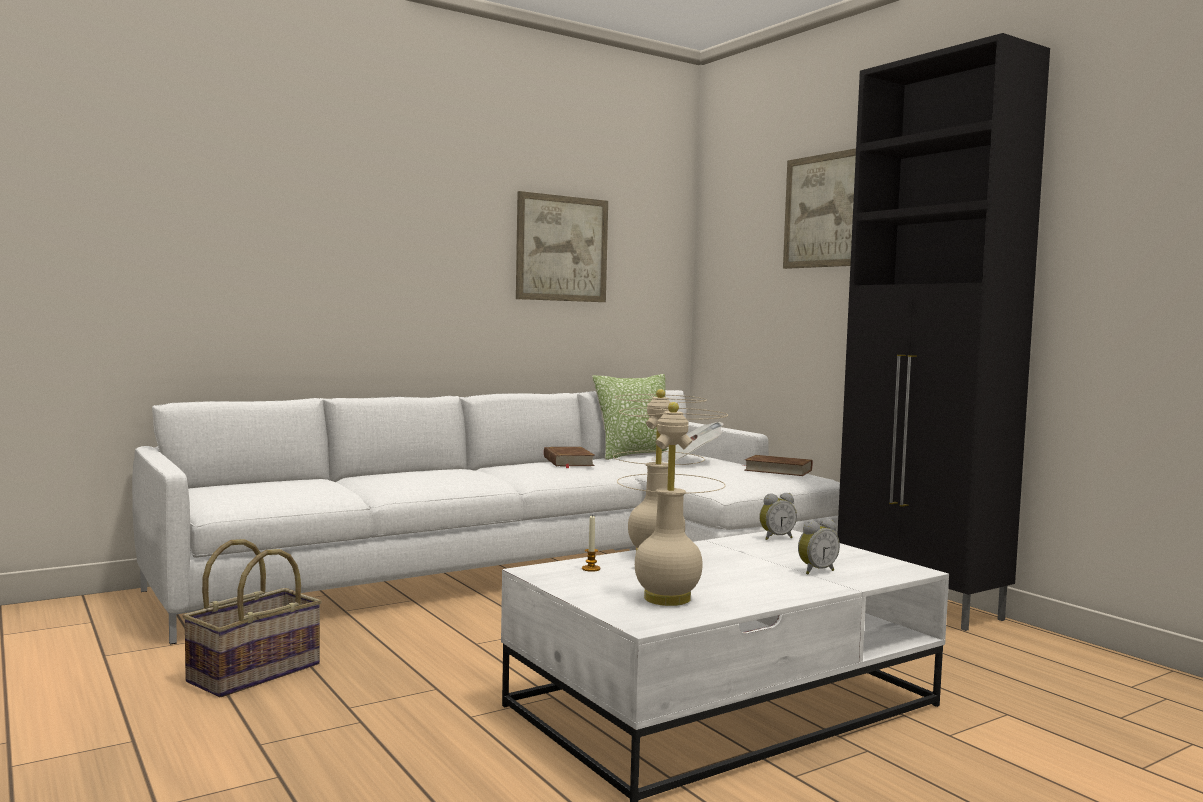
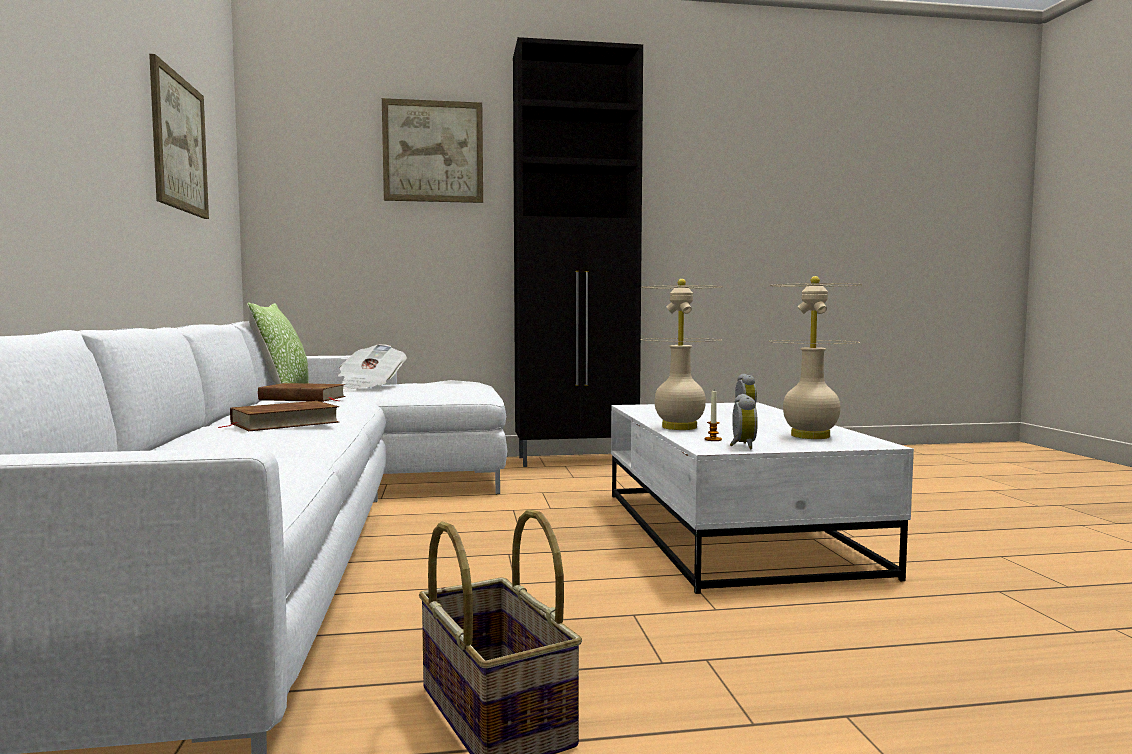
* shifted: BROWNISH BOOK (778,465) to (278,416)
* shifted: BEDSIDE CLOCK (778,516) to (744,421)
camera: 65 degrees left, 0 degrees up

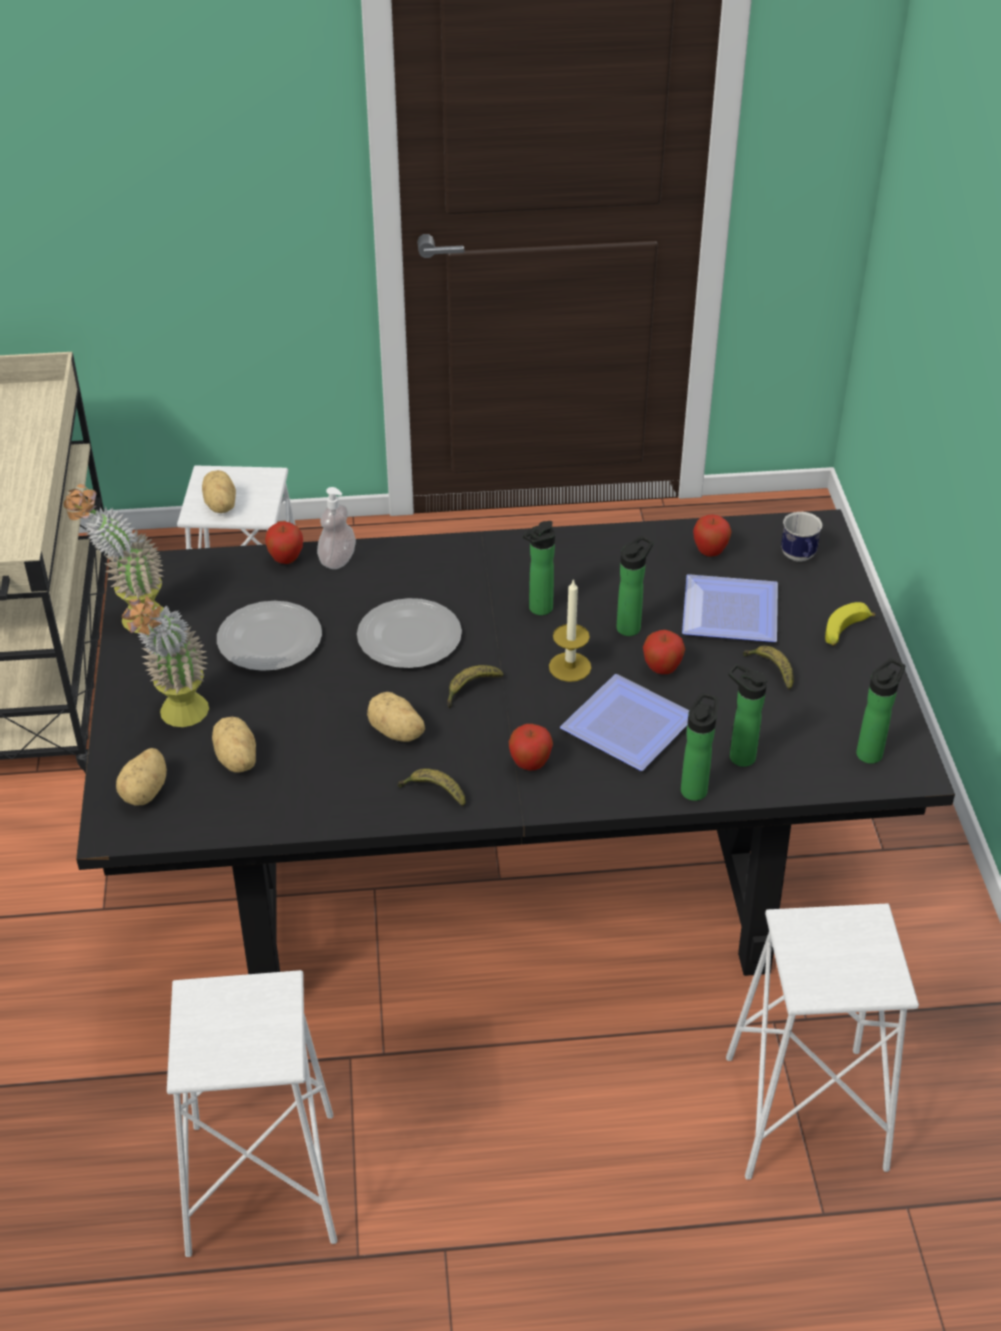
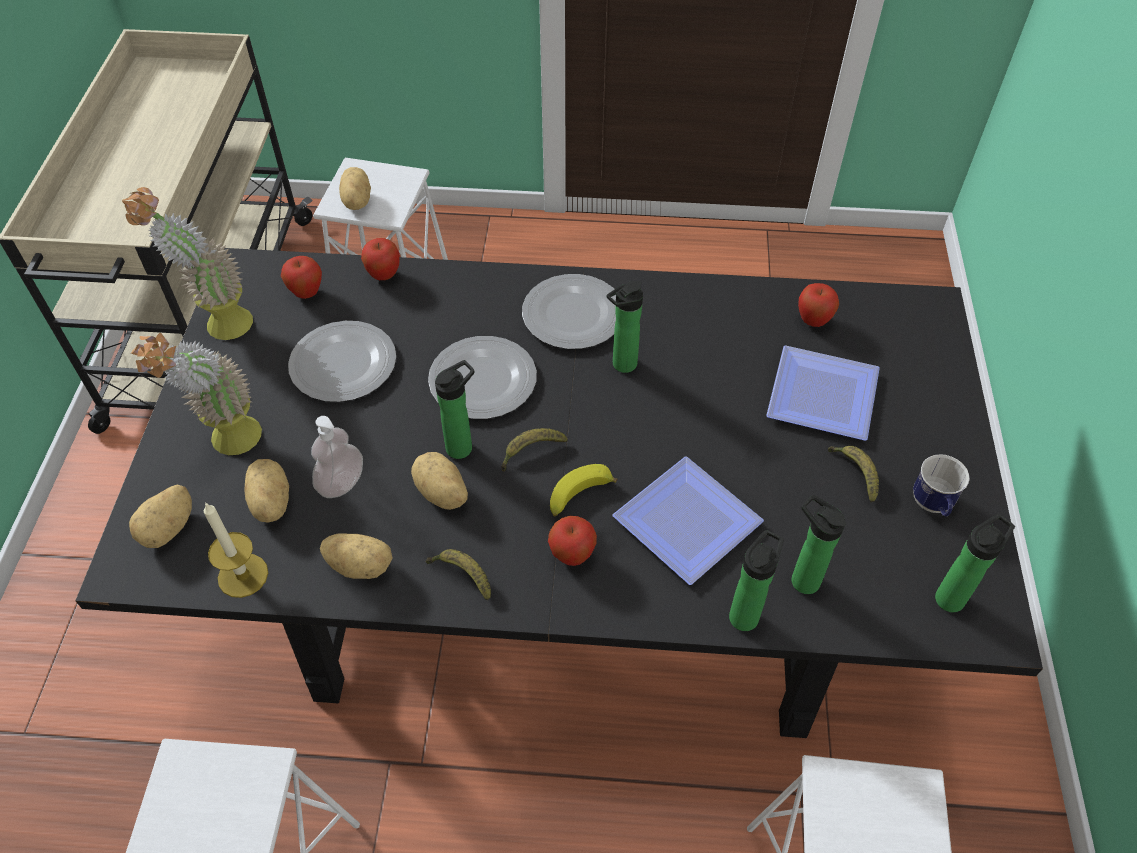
* shifted: CANDLE (570,630) to (235,550)
* shifted: WHOLE APPLE (664,652) to (301,277)
* shifted: LIQUID SOAP BOTTLE (336,528) to (337,457)
* new: SPUD (356,556)
* shifted: BEVERAGE BOTTLE (634,586) to (455,409)
* new: DINNER PLATE (569,311)
* shifted: WHOLE BANANA (850,624) to (583,490)
* shifted: MUG (801,537) to (941,485)
camera: 10 degrees right, 10 degrees up

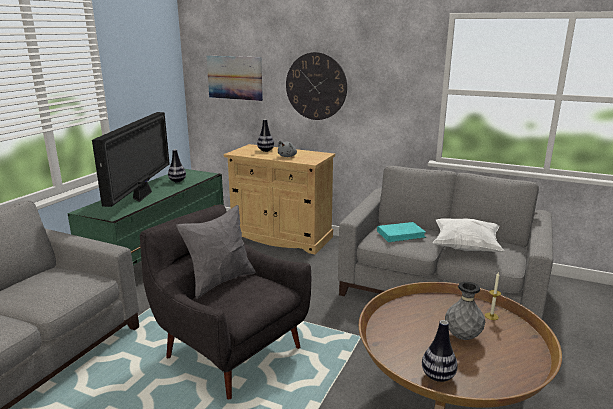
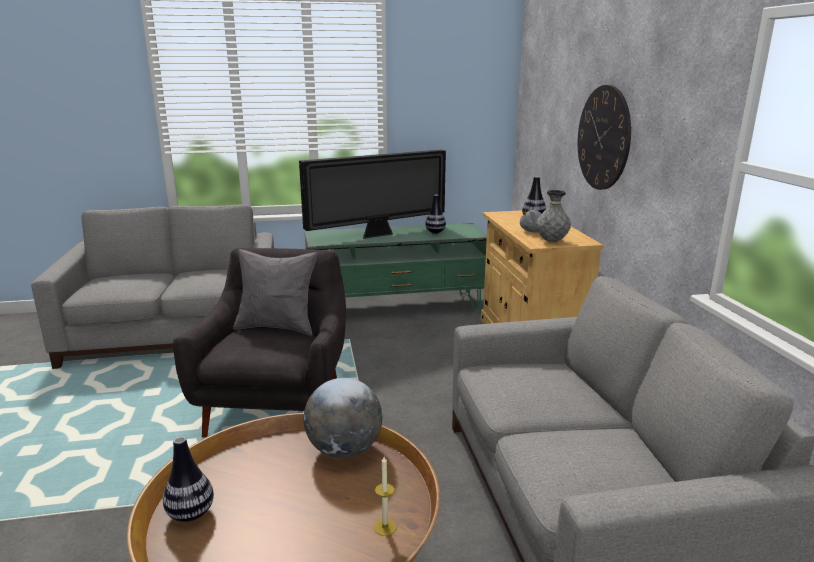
* new: GLOBE (343,418)
* shifted: GREY FLOWER VASE (465,311) to (553,216)
* gone: WALL PICTURE (235,78)
* gone: TURQUOISE BOOK (402,232)
* gone: WHITISH CUSHION (468,235)
camera: 55 degrees right, 0 degrees up

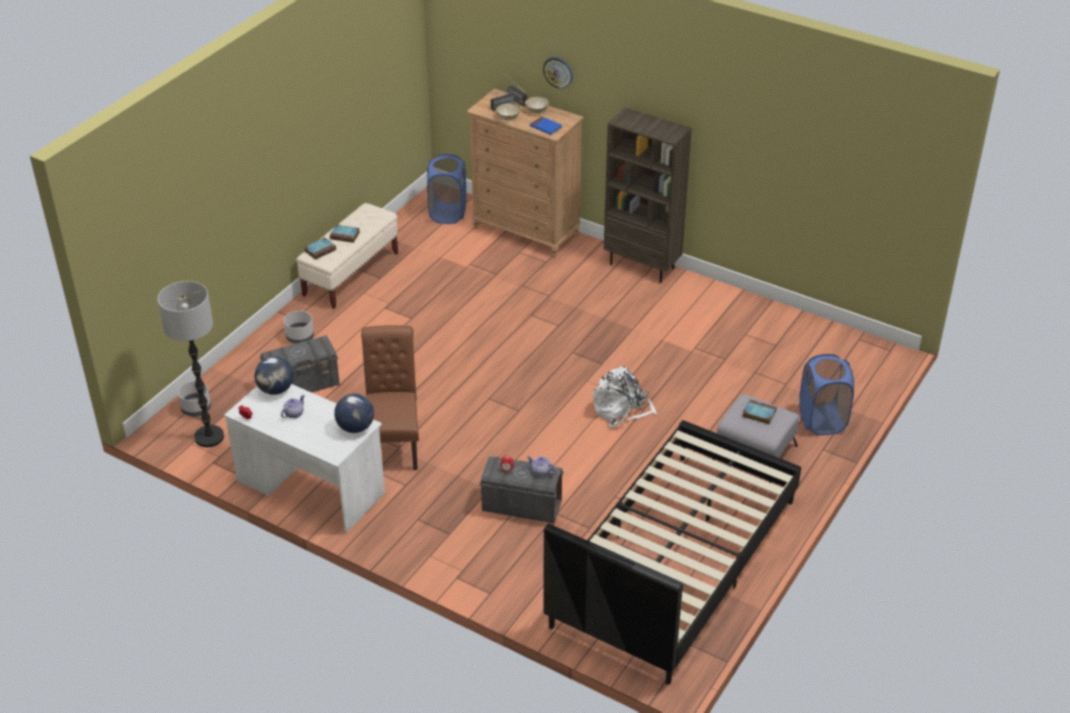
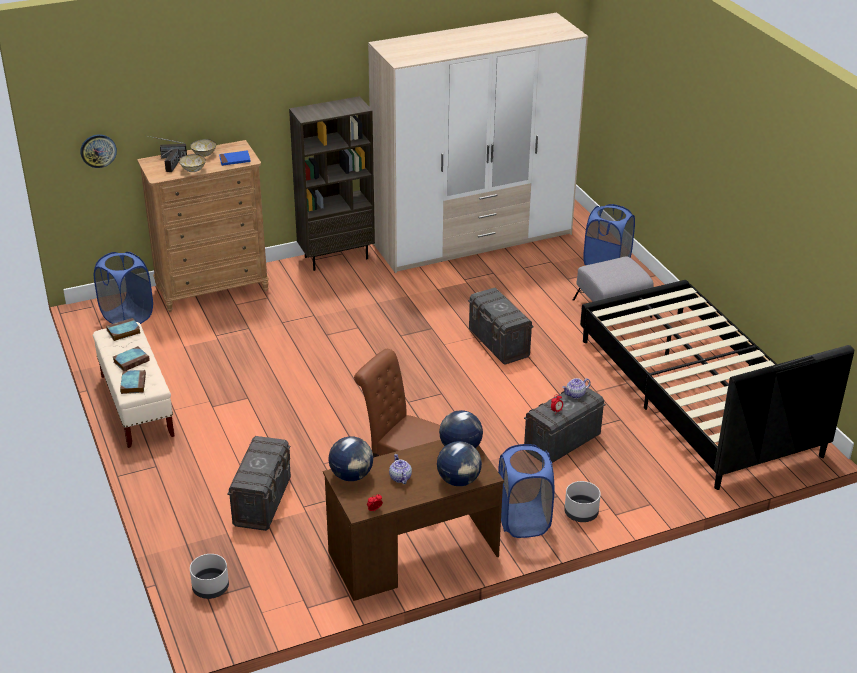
* shifted: CLOCK ON THE WALL (558,73) to (98,151)
* shifted: BOOK (759,412) to (123,329)
* repainted: WHITISH DESK TABLE (304,458) to BROWNISH DESK TABLE (413,520)
* new: WARDROBE (478,143)
* new: GLOBE (459,463)
* swapped: WHITISH KNAPSACK (625,396) to GREY STORAGE CONTAINER (501,326)
* new: BLUISH WASHING BASKET (526,491)
* shifted: GREY PLANT POT (299,327) to (582,501)
* gone: STANDARD LAMP (191,364)
camera: 55 degrees left, 5 degrees down

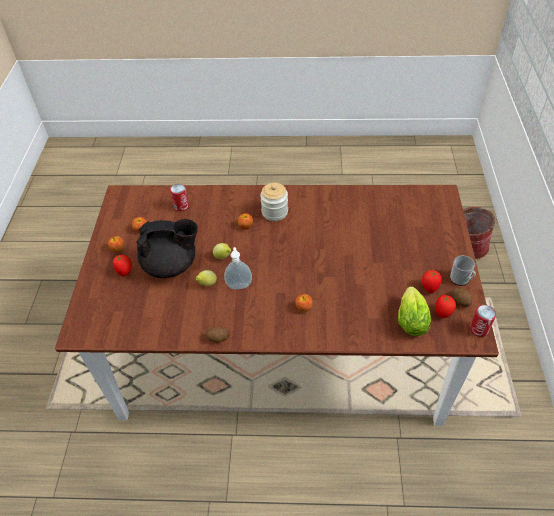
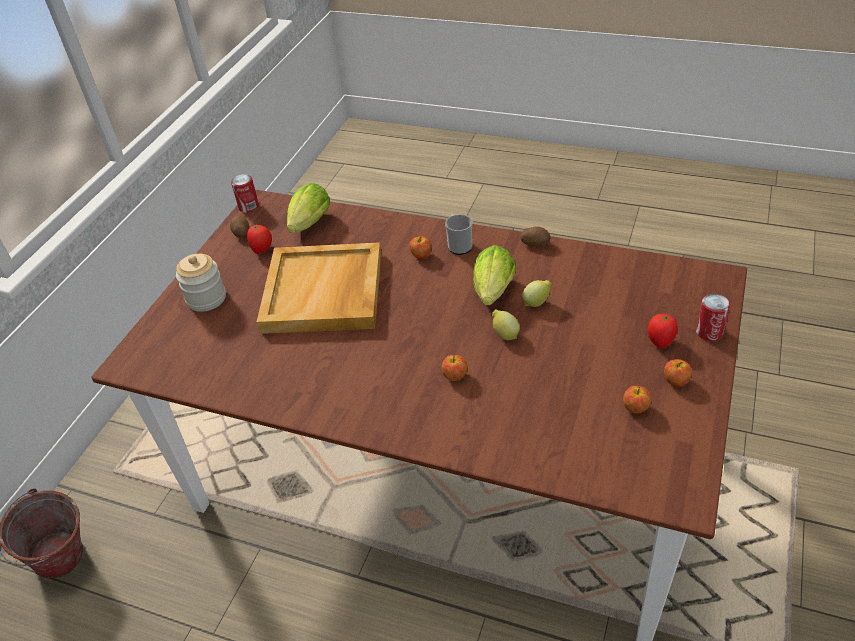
* shifted: PRESERVE JAR (274,202) to (201,283)
* new: SAND-COLOURED SERVING TRAY (319,288)
* shifted: MUG (463,270) to (458,234)
* swapped: LIQUID SOAP BOTTLE (238,268) to LETTUCE HEAD (494,275)
* shifted: CAN (179,198) to (713,317)
* gone: BLACK-COLOURED TEAPOT (167,248)
* gone: TOMATO (445,306)
camera: 160 degrees left, 5 degrees down

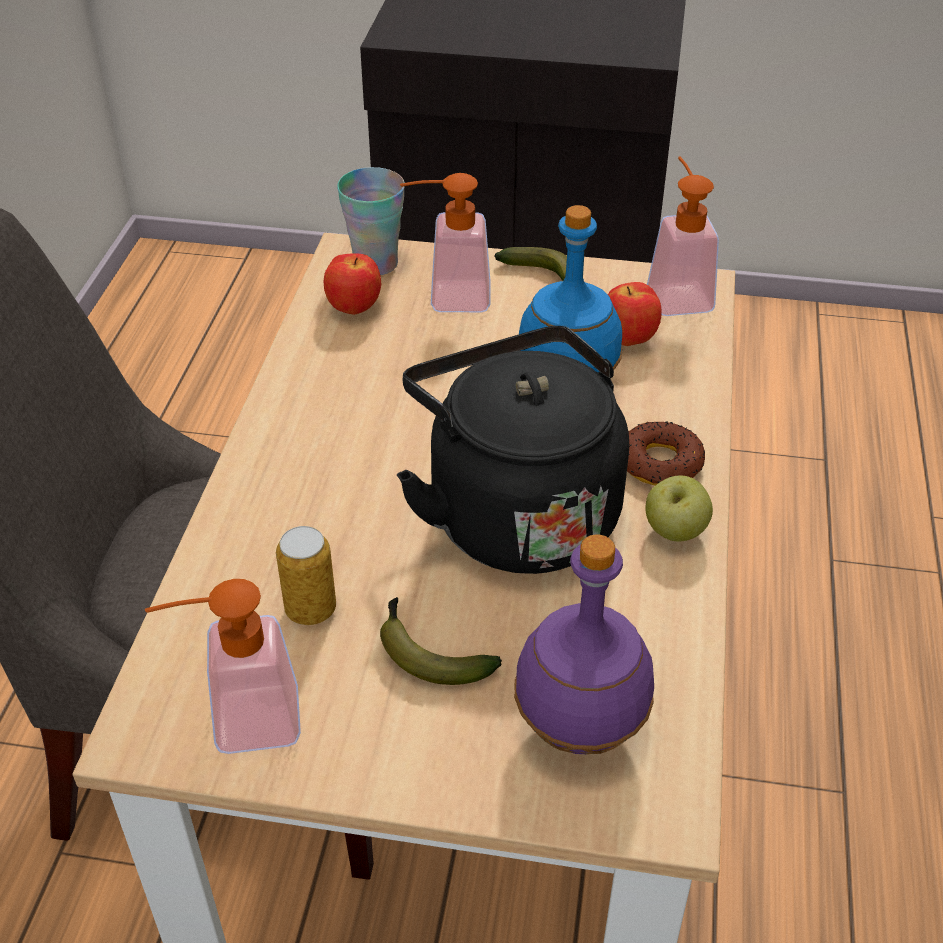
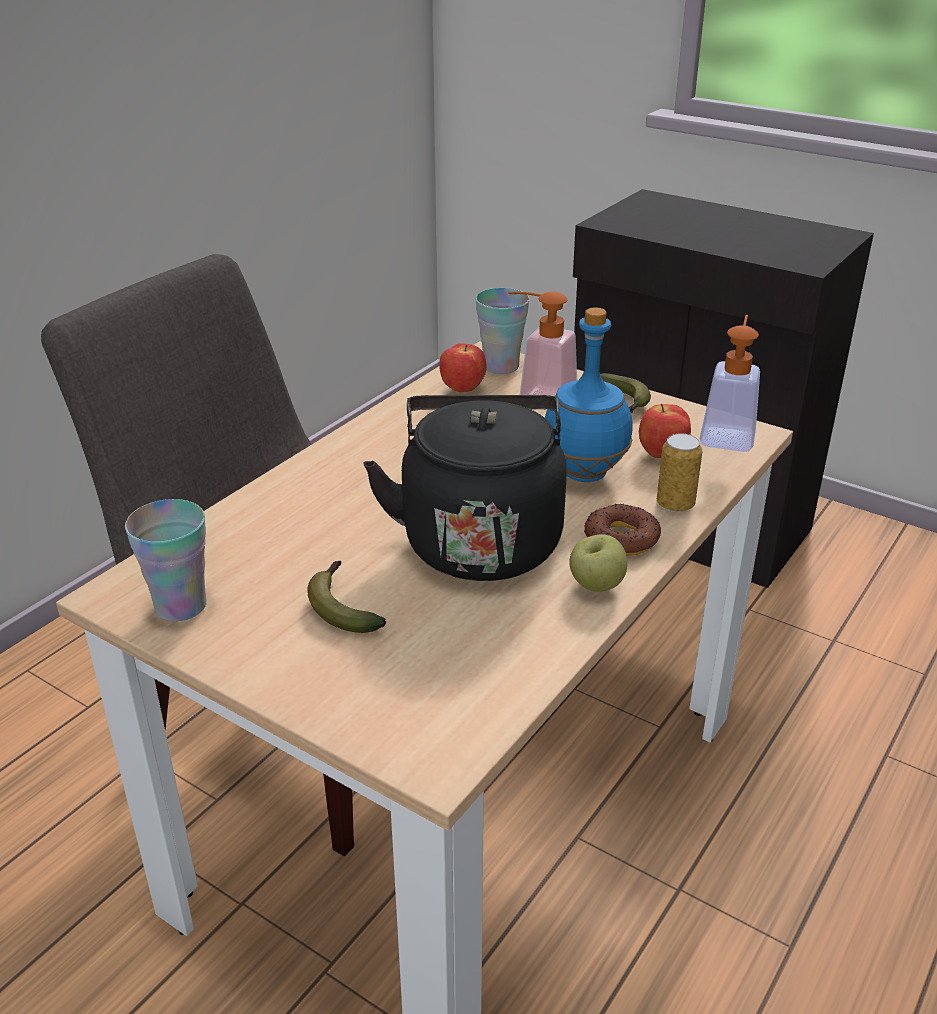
* swapped: LIQUID SOAP BOTTLE (223,666) to DRINKING CUP (166,560)
* shifted: CAN (306,575) to (679,472)
* gone: PURPLE-COLOURED BEVERAGE BOTTLE (584,644)
camera: 25 degrees right, 10 degrees down

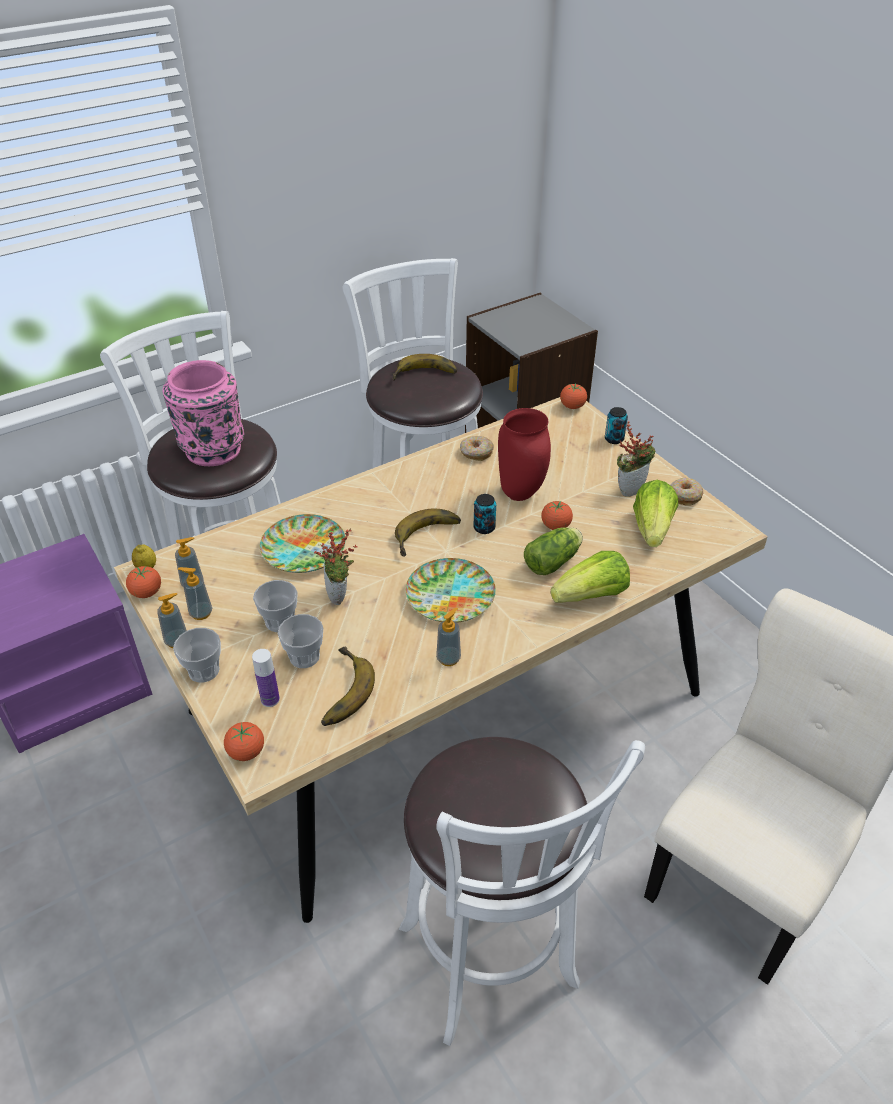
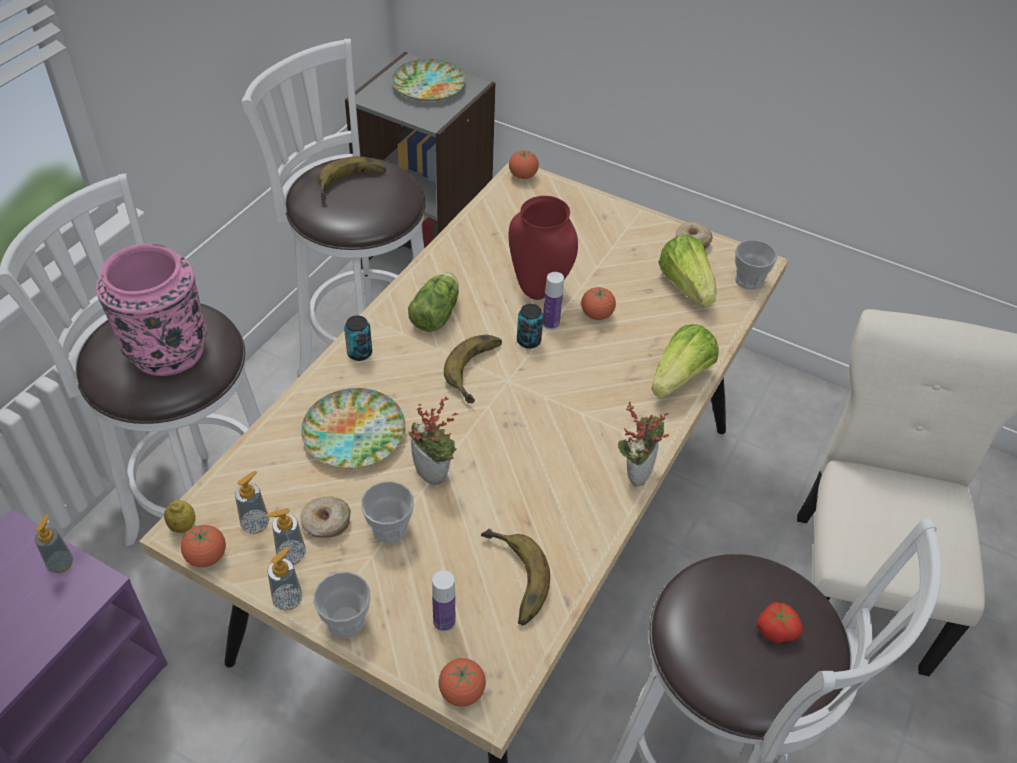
* shifted: LIQUID SOAP BOTTLE (448,636) to (54,544)
* shifted: DOUGHNUT (477,448) to (325,517)
* shifted: CAN (616,425) to (358,338)
* shifted: DINNER PLATE (451,590) to (429,80)
* shifted: LETTUCE HEAD (553,551) to (433,302)
* new: BEVERAGE BOTTLE (553,301)
* shifted: PLANT IN A POT (636,459) to (643,444)
* shifted: DRINKING CUP (300,641) to (756,265)
* new: TOMATO (780,622)
camera: 30 degrees left, 5 degrees up

